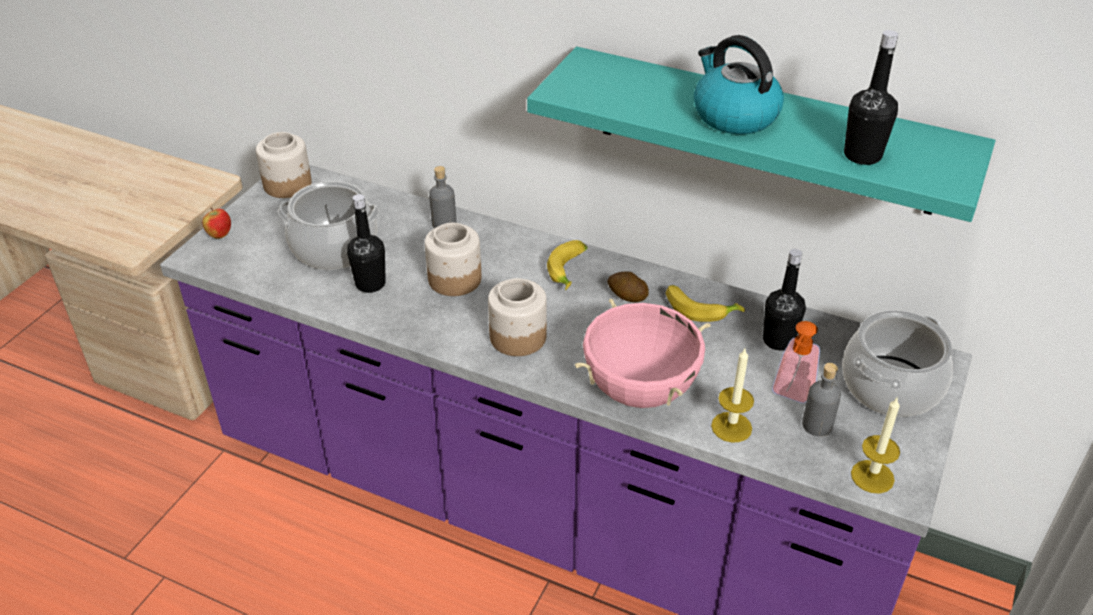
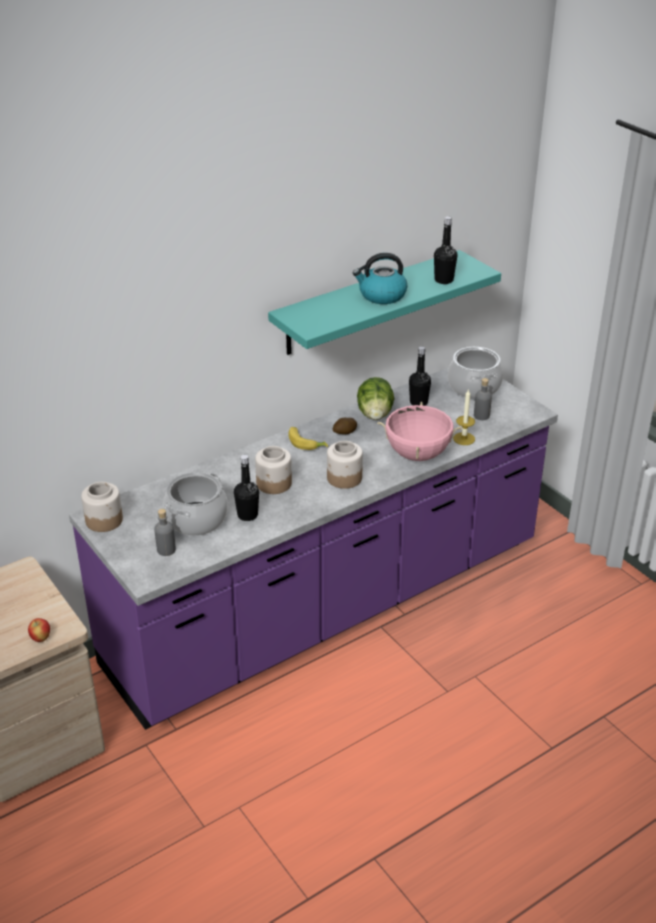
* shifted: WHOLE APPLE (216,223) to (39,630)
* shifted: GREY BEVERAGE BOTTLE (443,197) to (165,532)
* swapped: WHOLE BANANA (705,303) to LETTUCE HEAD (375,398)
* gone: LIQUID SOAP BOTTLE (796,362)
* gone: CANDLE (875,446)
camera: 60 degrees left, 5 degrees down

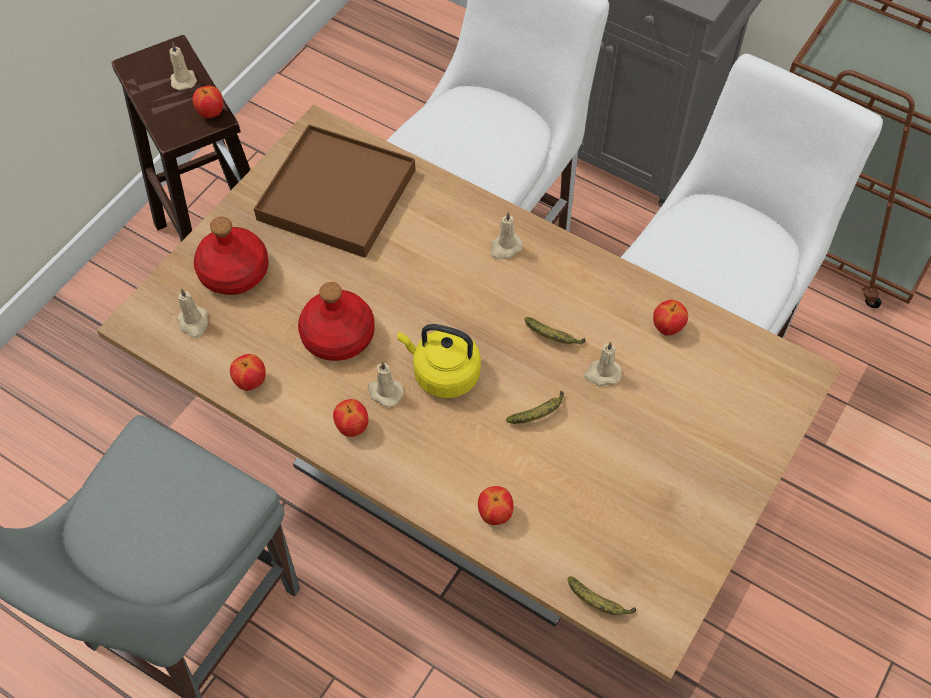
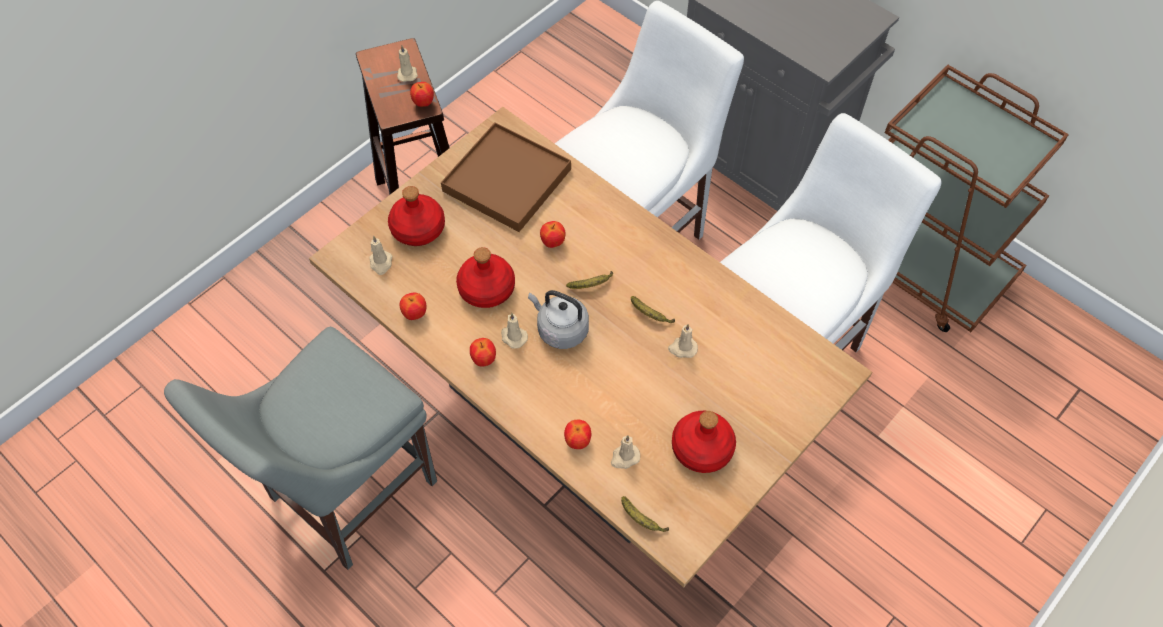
* repainted: YELLOW-COLOURED KETTLE (439,361) to GREY KETTLE (558,319)
* shifted: WHOLE APPLE (670,318) to (553,234)
* shifted: WHOLE BANANA (535,407) to (589,280)
* shifted: SAND-COLOURED CANDLE (507,236) to (625,452)
* new: RED BEVERAGE BOTTLE (704,442)
camera: 10 degrees right, 0 degrees up

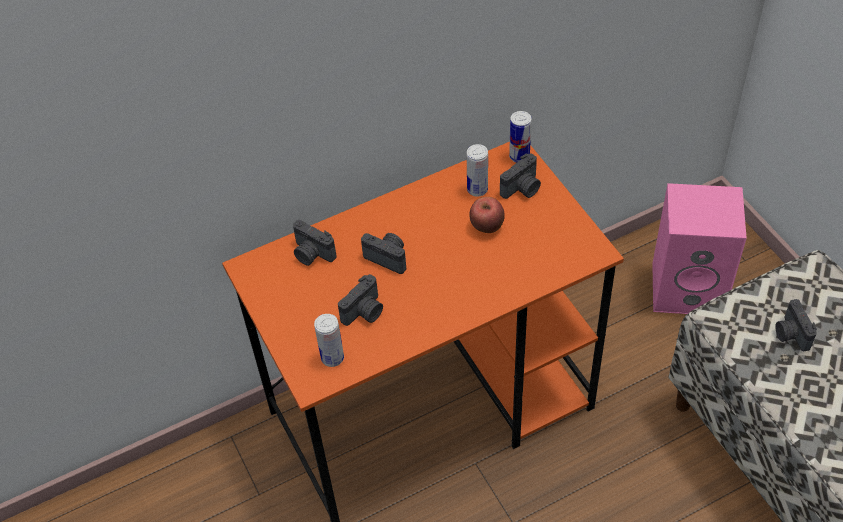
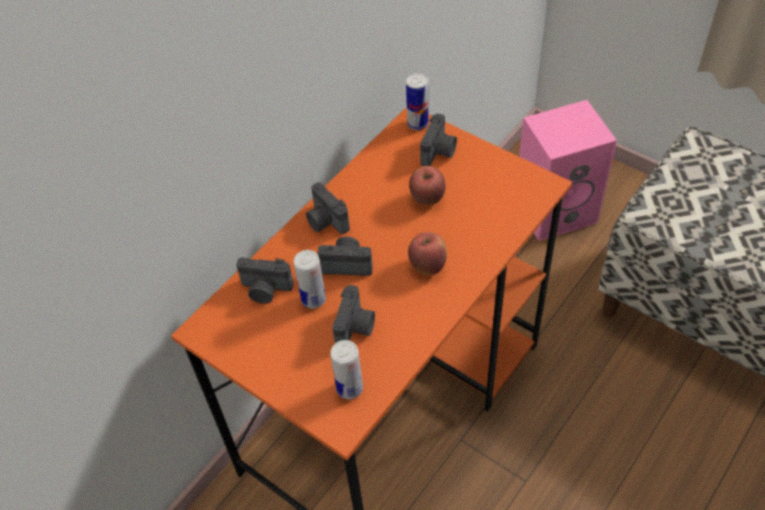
* shifted: CAN (477,170) to (310,279)
* shifted: PHOTO CAMERA (796,325) to (328,208)
* new: WHOLE APPLE (427,253)
camera: 25 degrees left, 0 degrees up

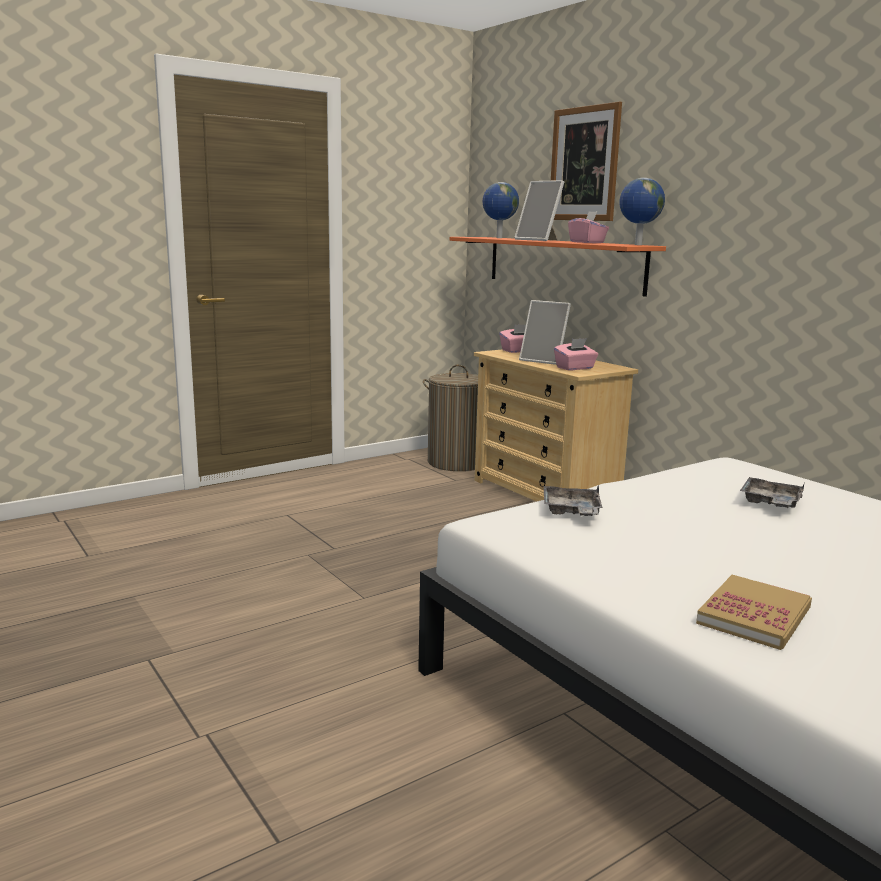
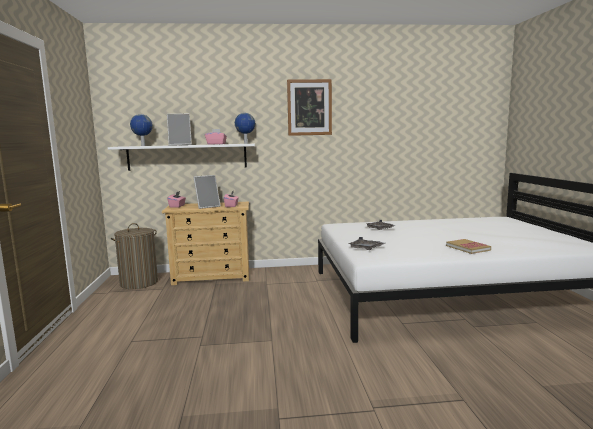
* repainted: ORANGEY SHELF (557,267) to WHITISH SHELF (181,157)
* shifted: WALL PICTURE (586,161) to (309,107)
camera: 60 degrees left, 5 degrees down

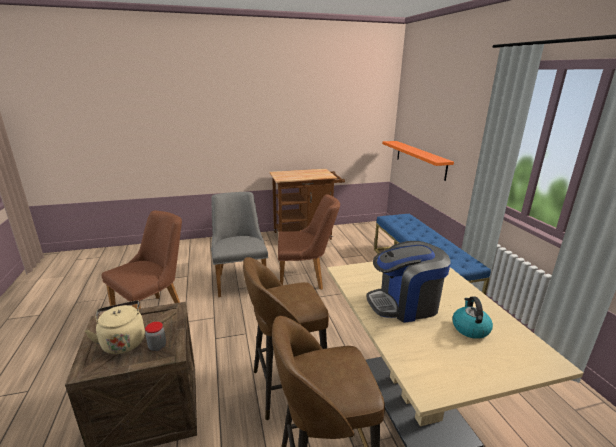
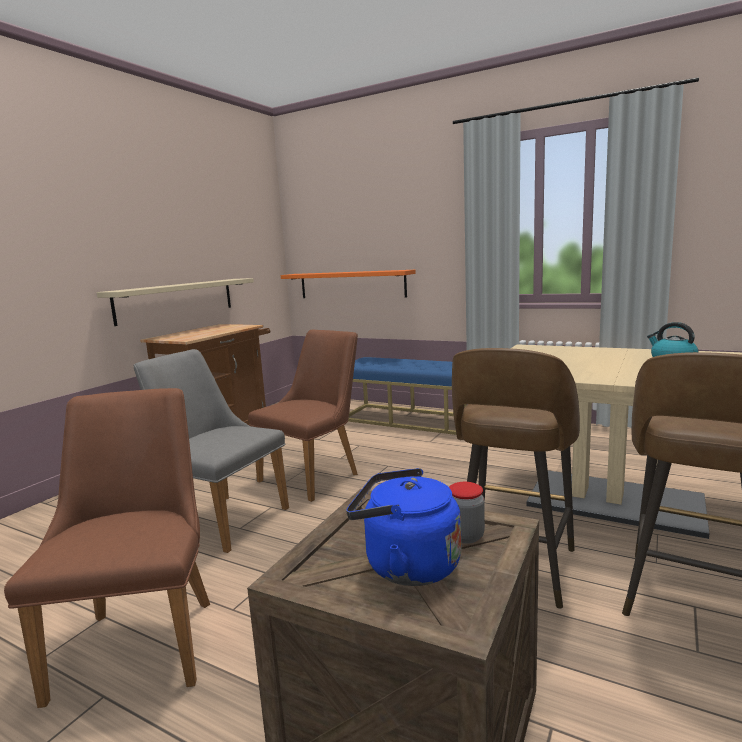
* new: SAND-COLOURED SHELF (175,302)
* repainted: SAND-COLOURED KETTLE (115,327) to BLUISH KETTLE (403,527)
* gone: COFFEE BREWER (409,282)
camera: 45 degrees left, 10 degrees down

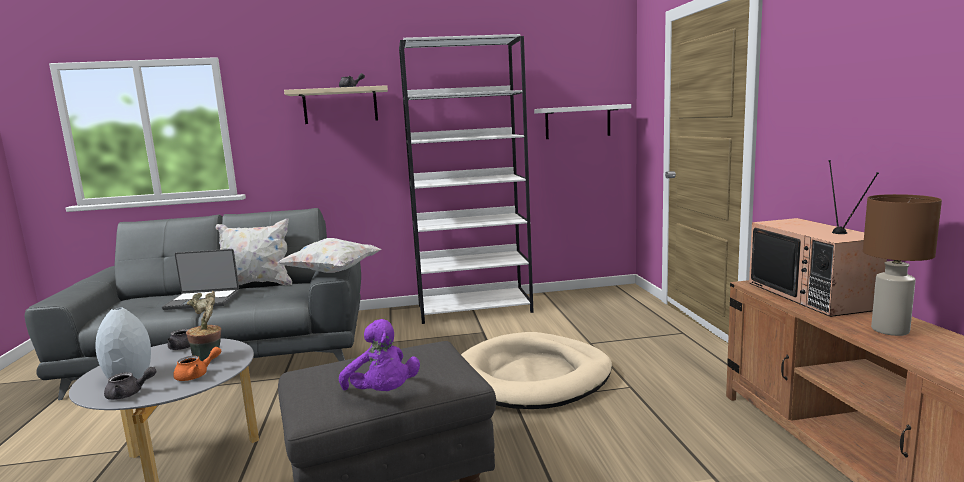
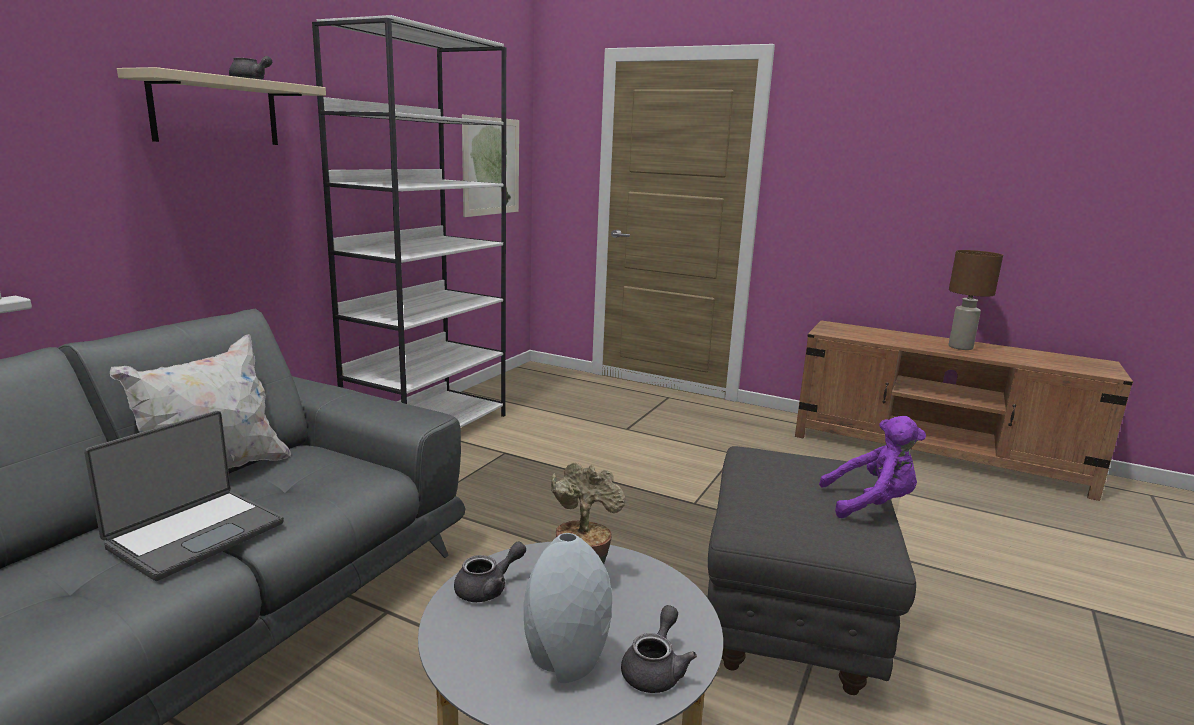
* swapped: WHITISH SHELF (582,121) to WALL PICTURE (490,166)
* gone: ORANGEY TEAPOT (197,364)
* gone: WHITISH CUSHION (329,255)
* gone: SAND-COLOURED DOG BED (536,370)
* gone: TV SET (818,238)
camera: 55 degrees left, 5 degrees up

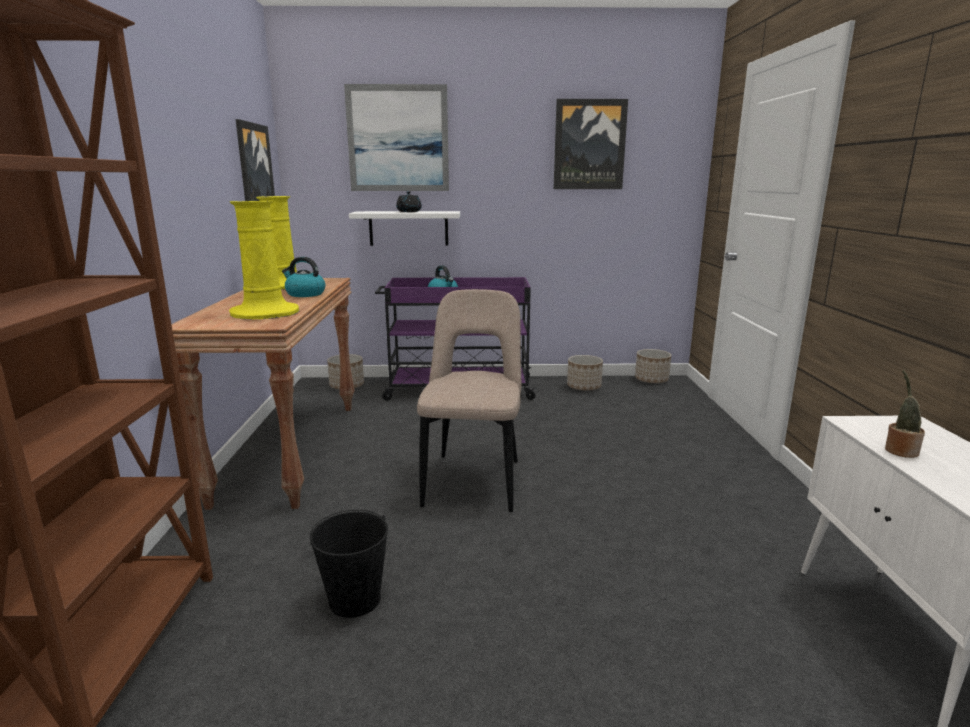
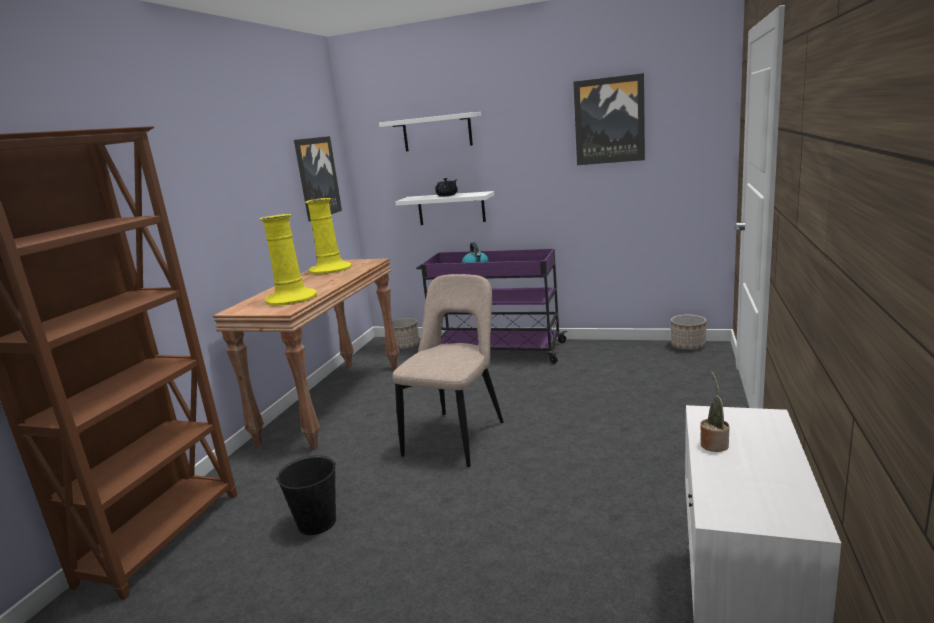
* swapped: WALL PICTURE (396,137) to WHITISH SHELF (430,131)
* gone: KETTLE (303,277)
* gone: PLANT POT (585,373)
camera: 20 degrees right, 0 degrees up

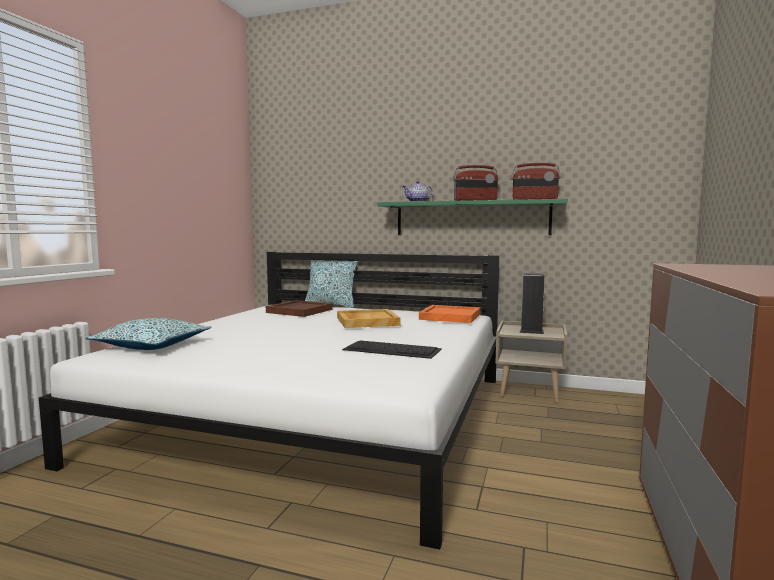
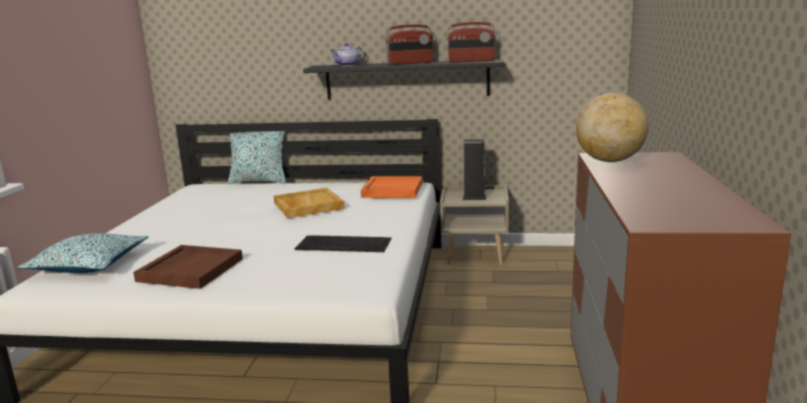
* shifted: BROWNISH SERVING TRAY (299,308) to (188,267)
* repainted: GREEN SHELF (472,217) to BLACK-COLOURED SHELF (403,79)
* new: GLOBE (612,127)
camera: 10 degrees left, 10 degrees up

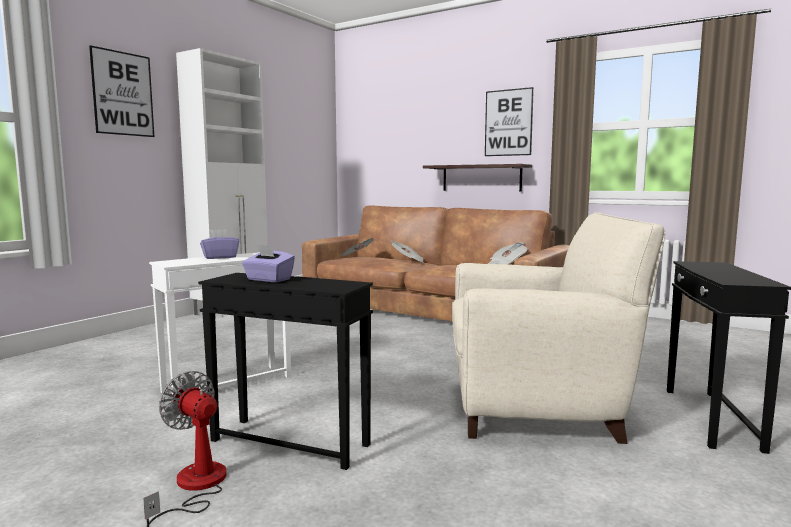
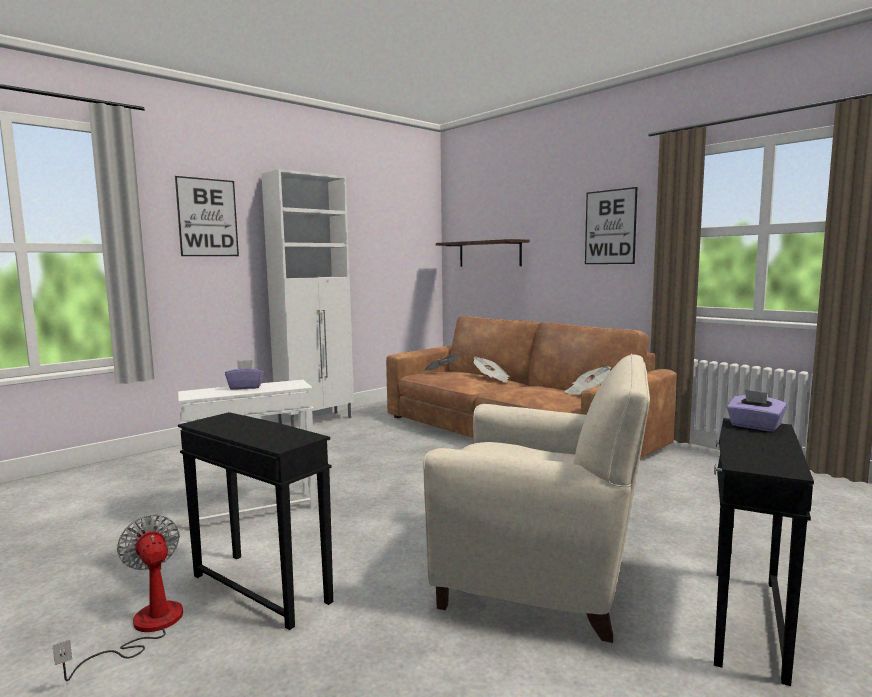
* shifted: SHELF (477,178) to (483,253)
* shifted: PURPLE-COLOURED TISSUE HOLDER (268,263) to (757,411)
camera: 15 degrees right, 0 degrees up

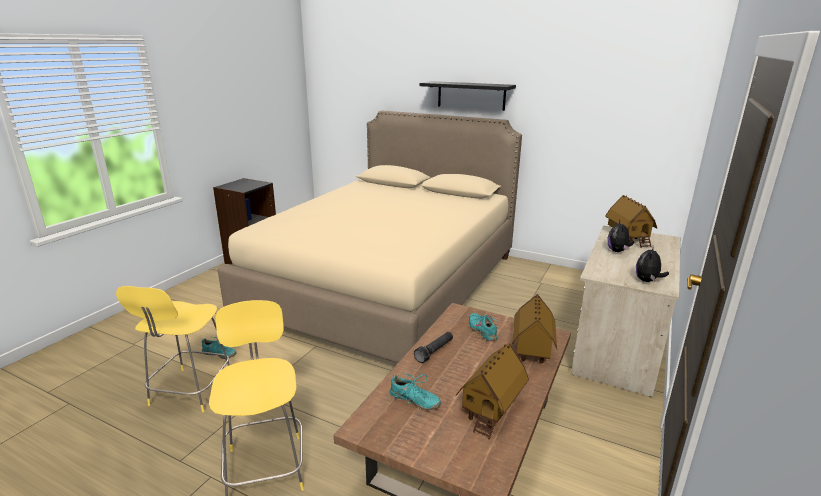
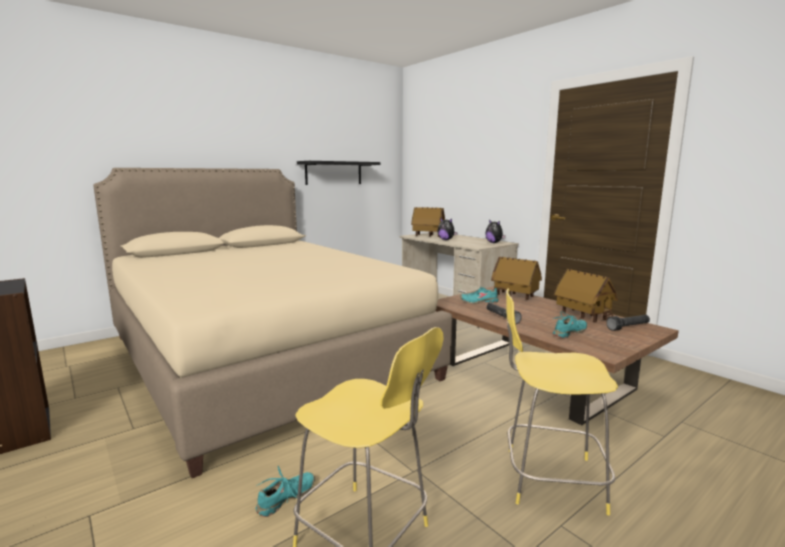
* shifted: BLACK-COLOURED SHELF (467,96) to (339,173)
* new: BLACK-COLOURED HAND TORCH (628,323)
camera: 65 degrees left, 10 degrees down

